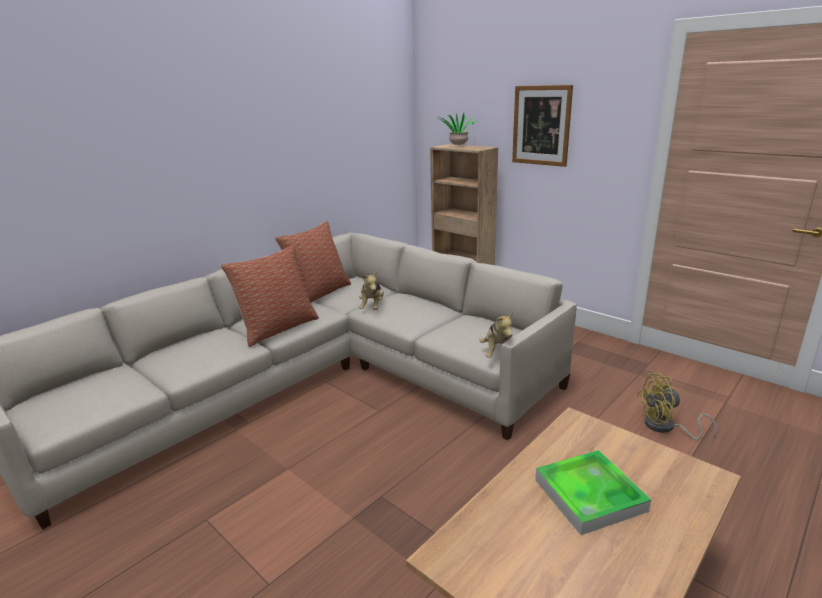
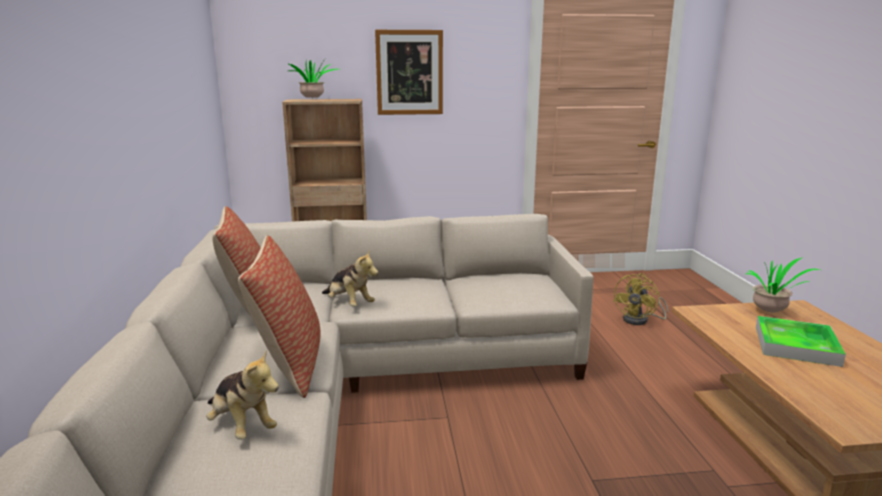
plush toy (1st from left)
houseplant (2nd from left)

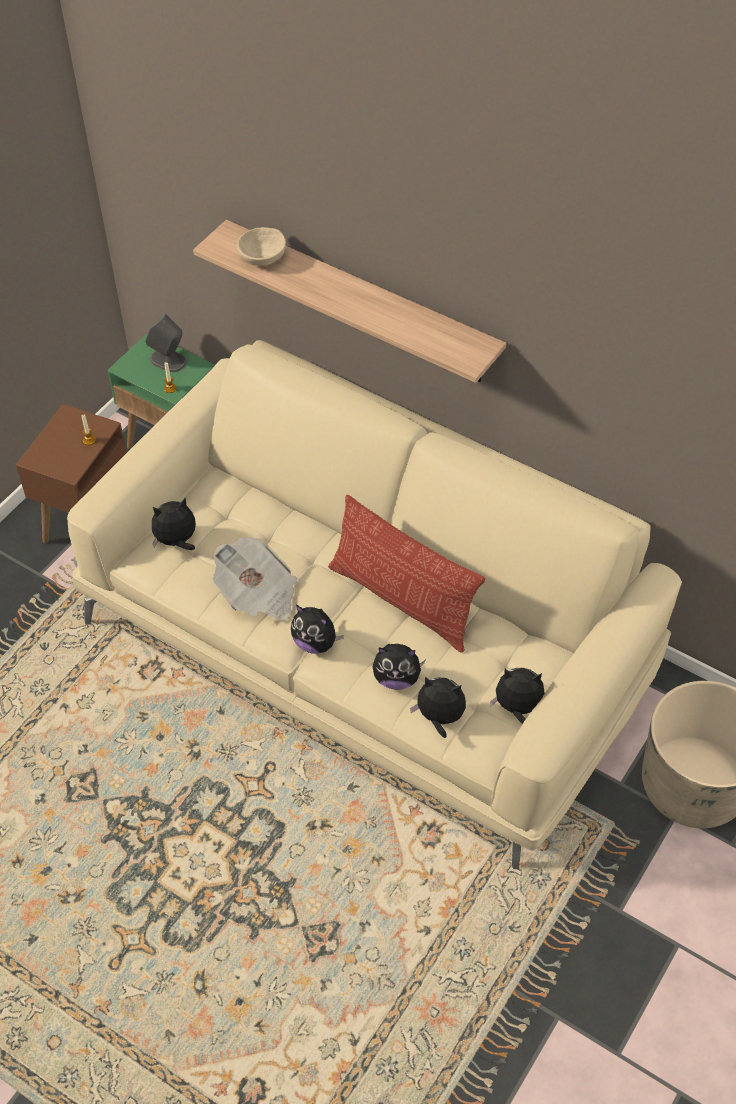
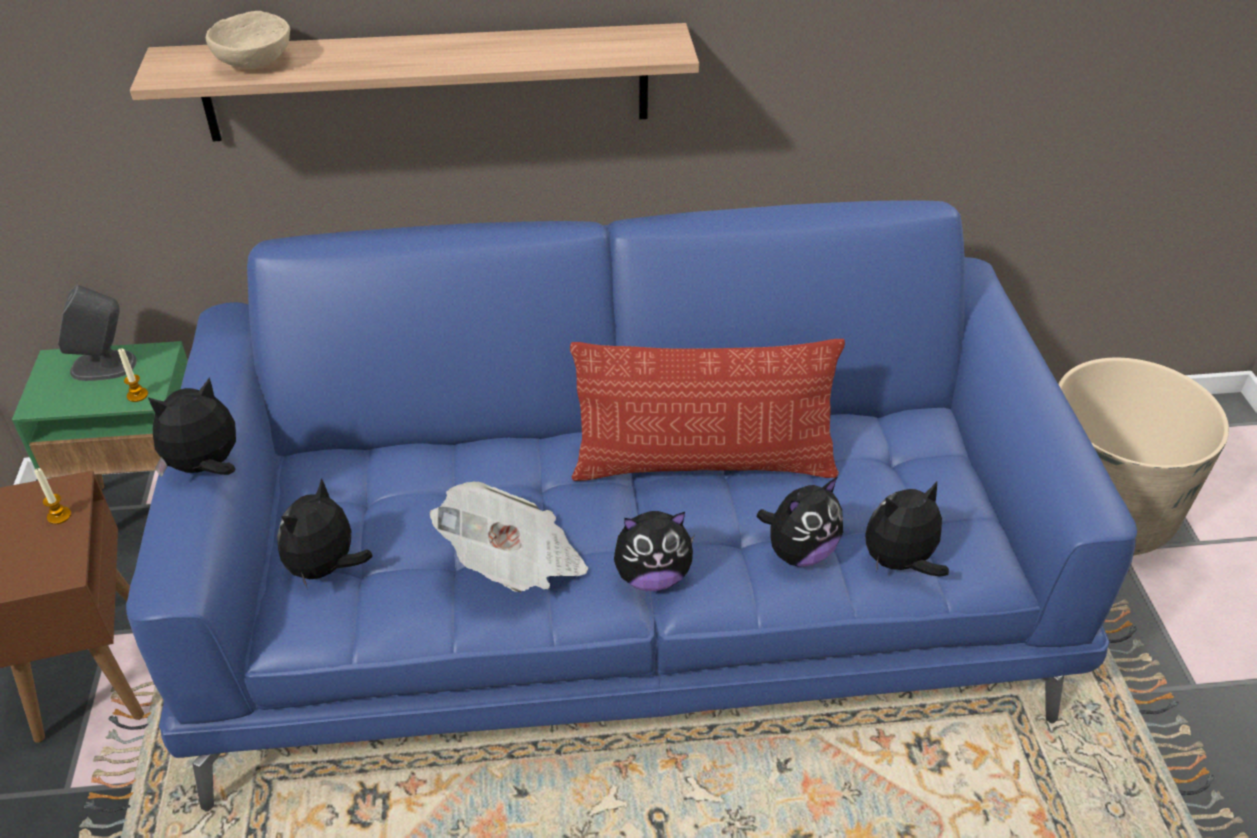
bluish settee
plush toy (1st from left)

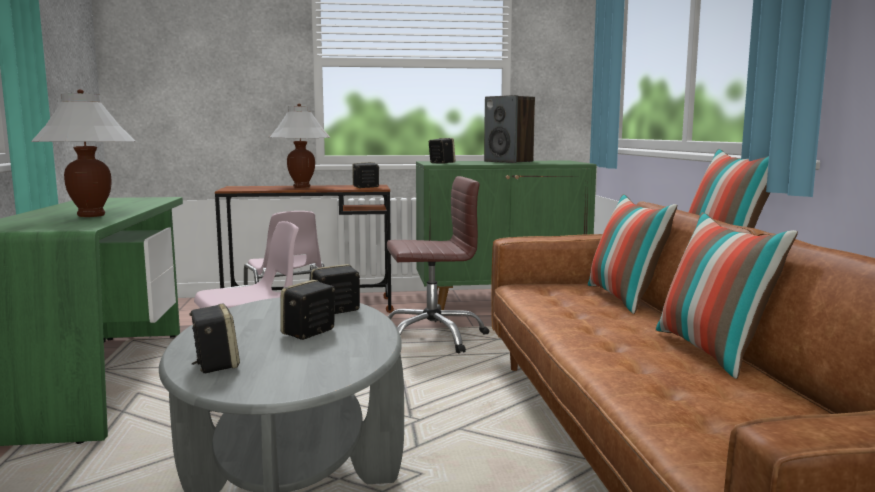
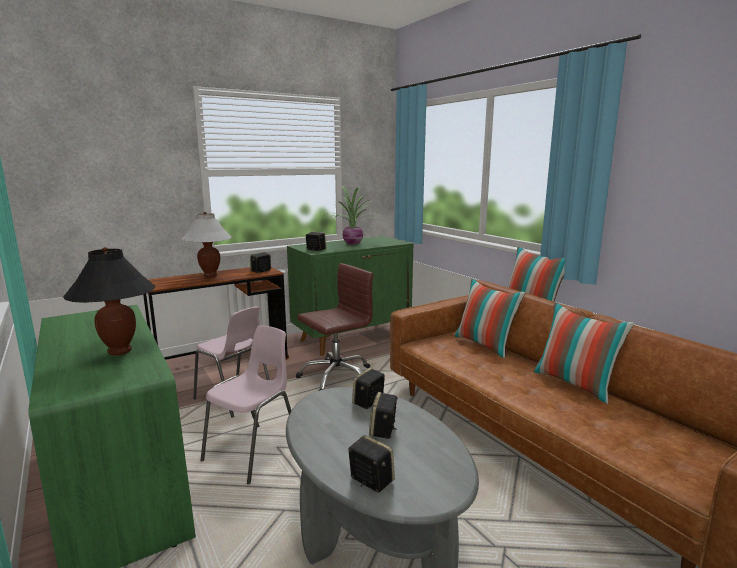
blackish lamp for a table
houseplant

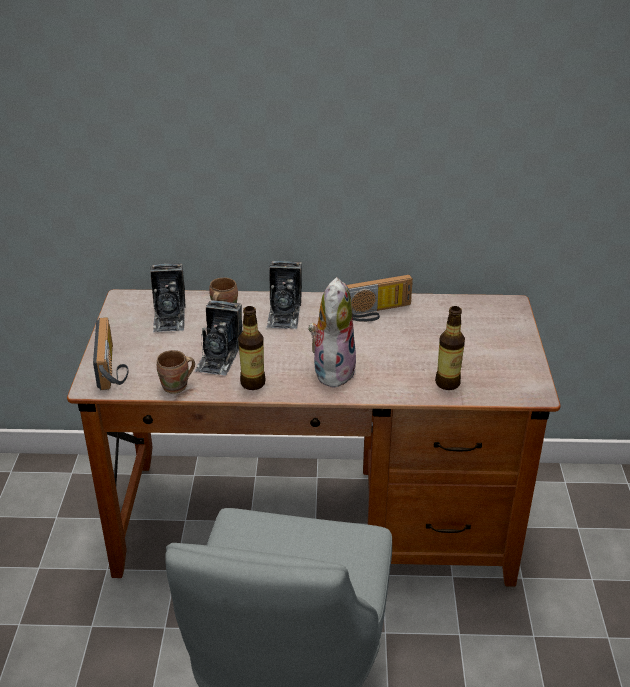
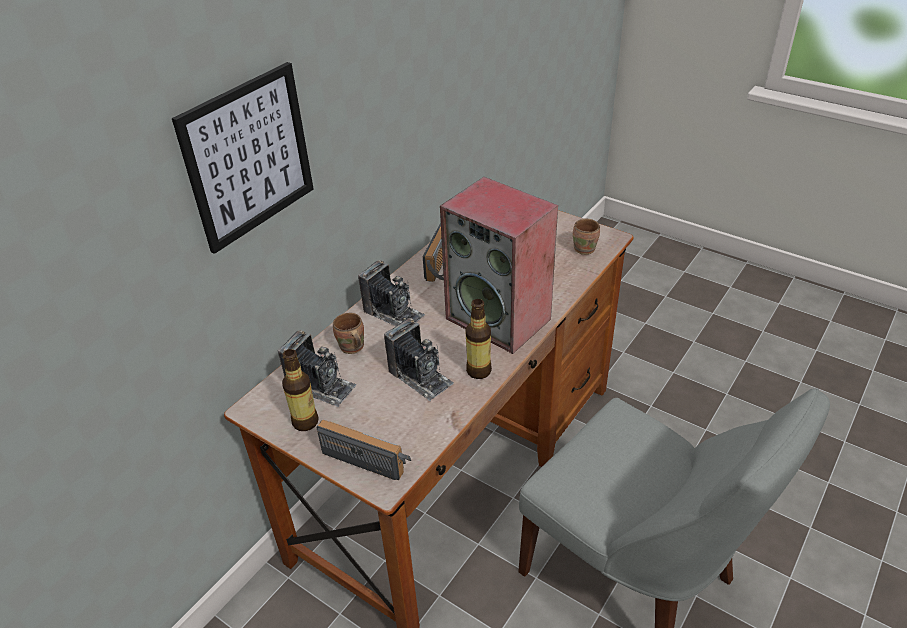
speaker
beverage bottle (1st from left)
brown tea mug (2nd from left)
wall art

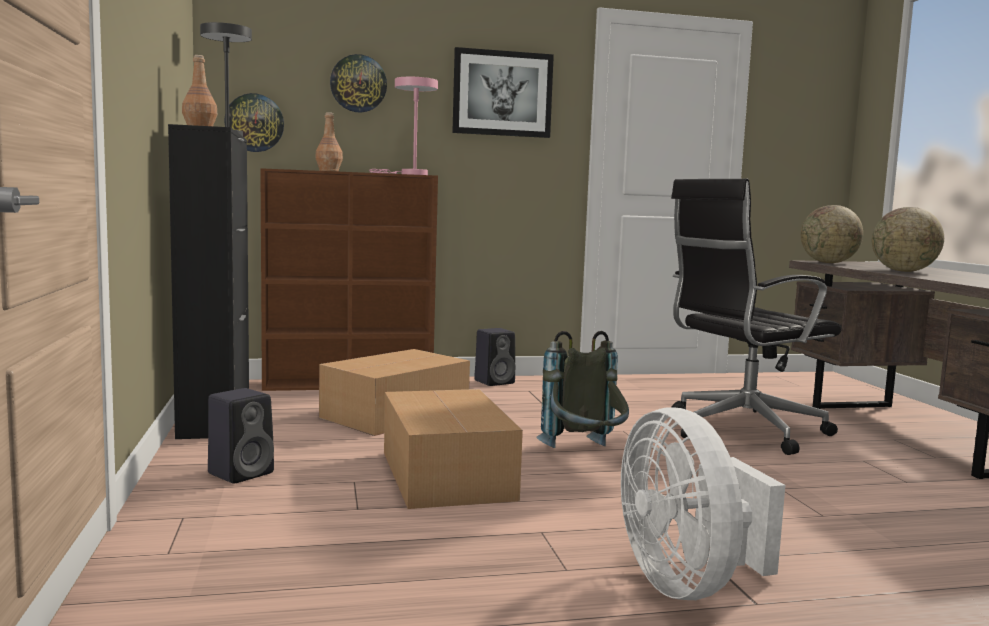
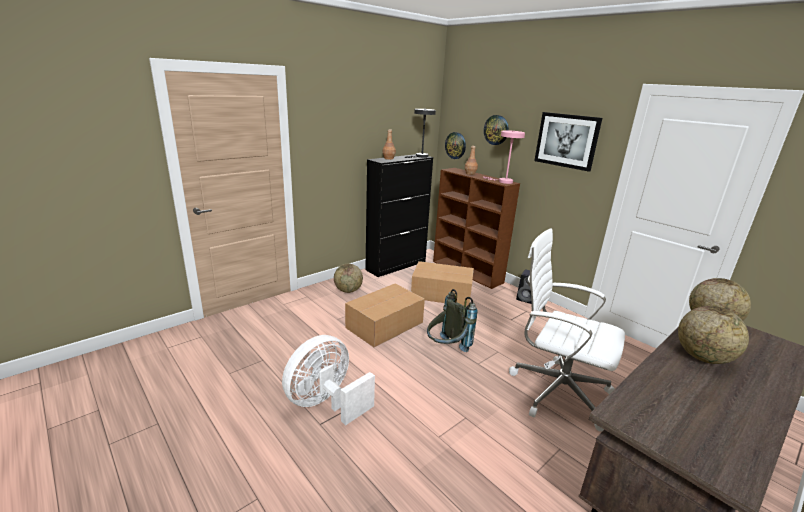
whitish desk chair
world globe (1st from left)

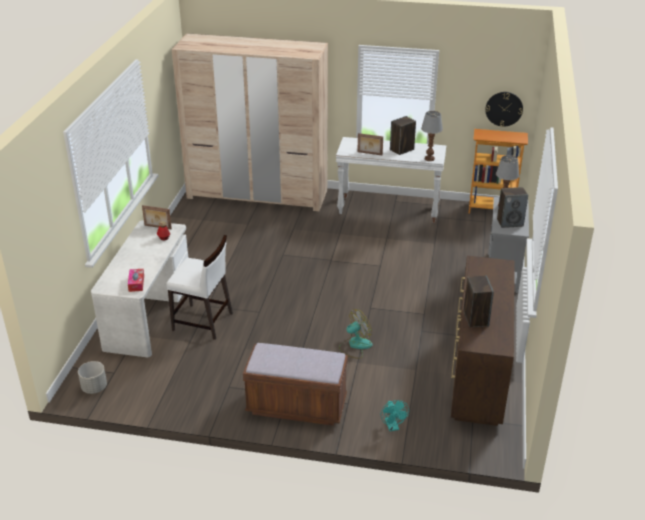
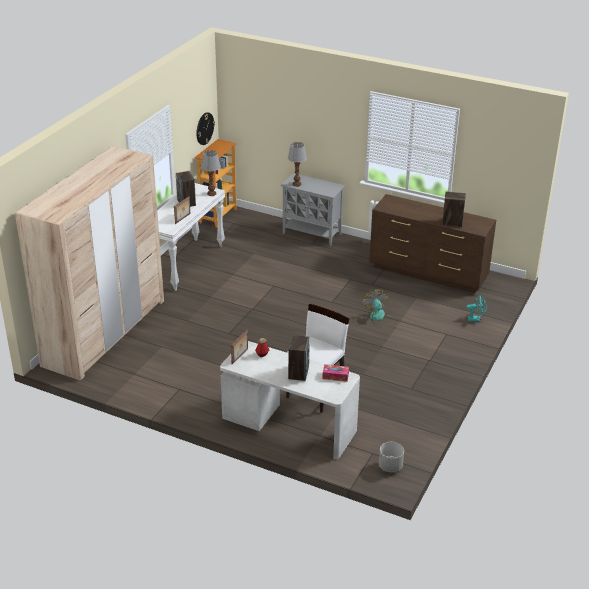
speaker (2nd from left)
brown long seat

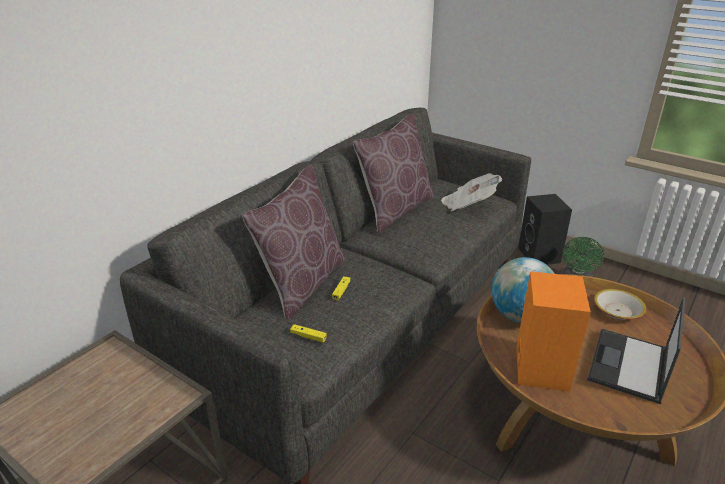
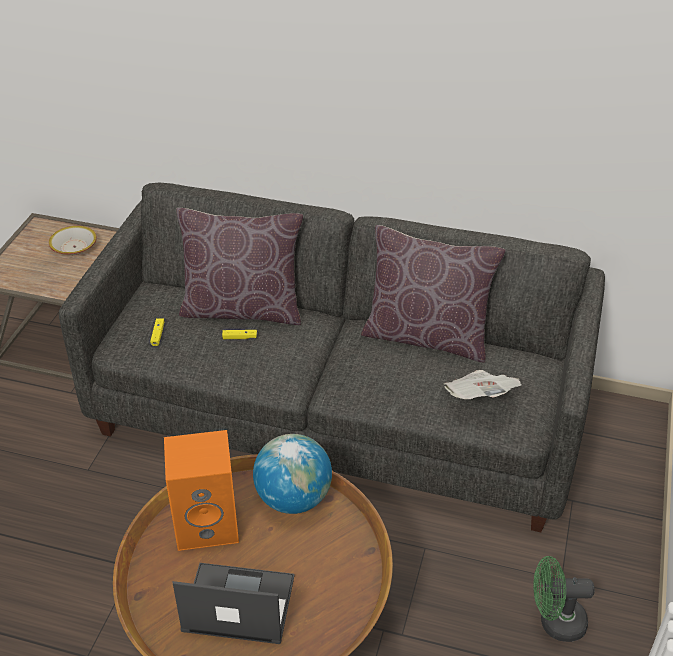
blackish speaker
deep dish

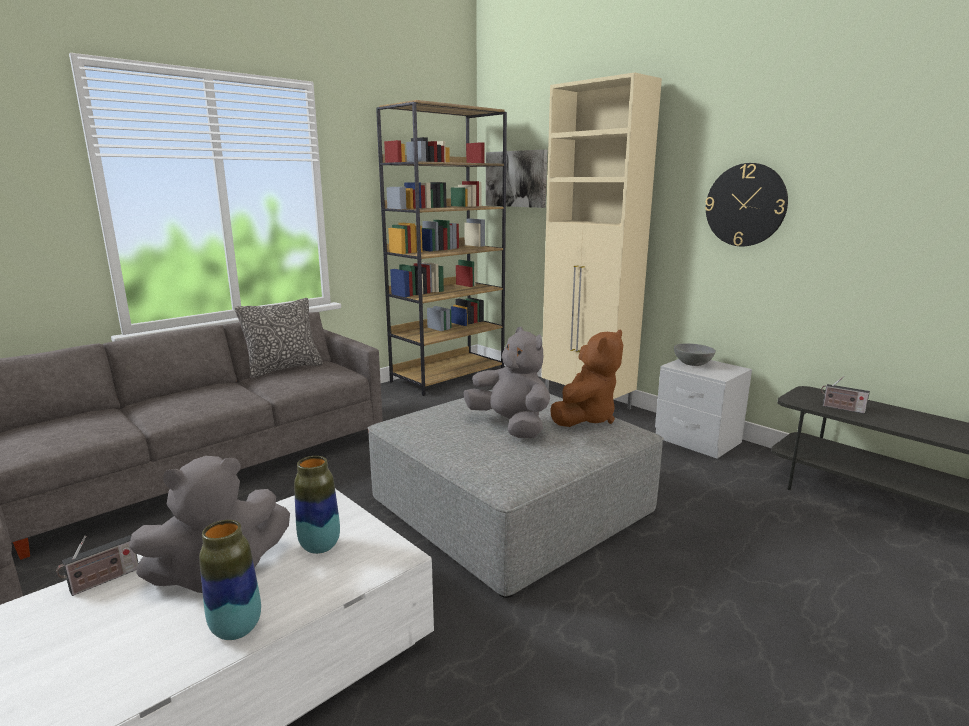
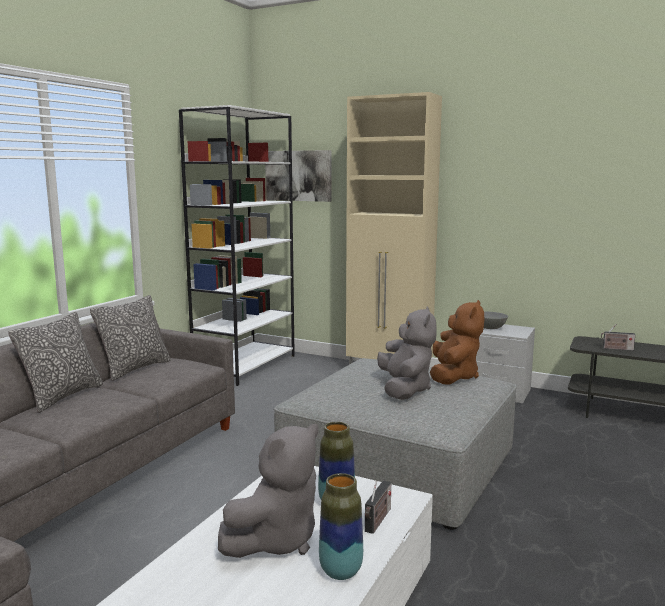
whitish bookcase
hanging clock
gray plush toy (2nd from left)
radio set (1st from left)
pillow (1st from left)

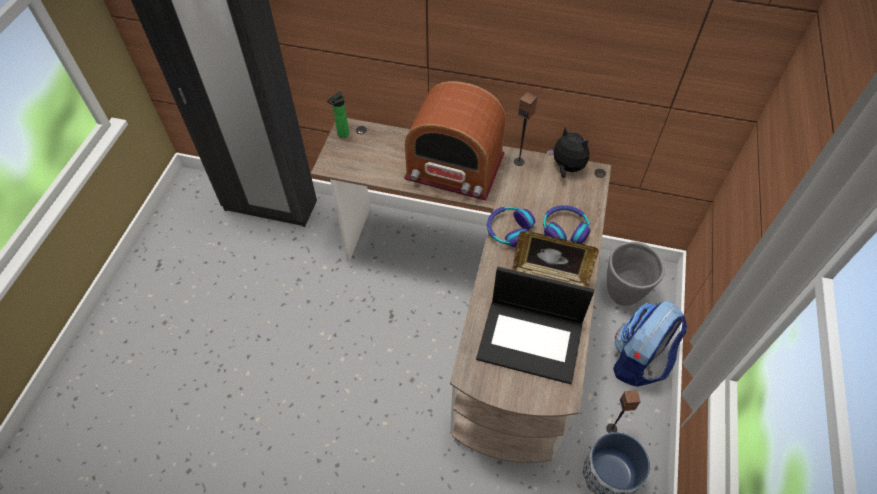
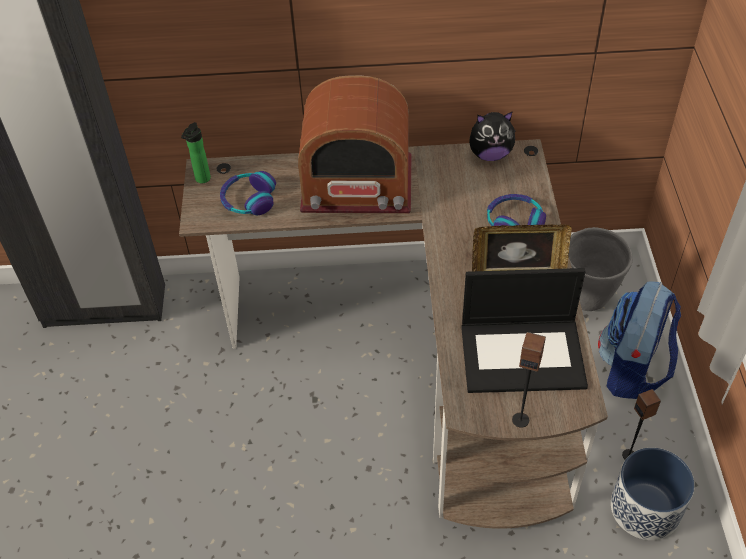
speaker (1st from left)
plush toy
pair of headphones (1st from left)

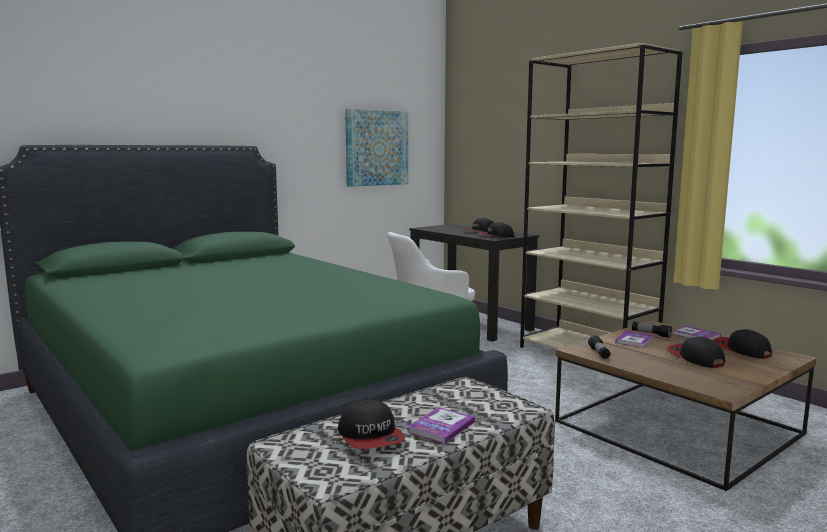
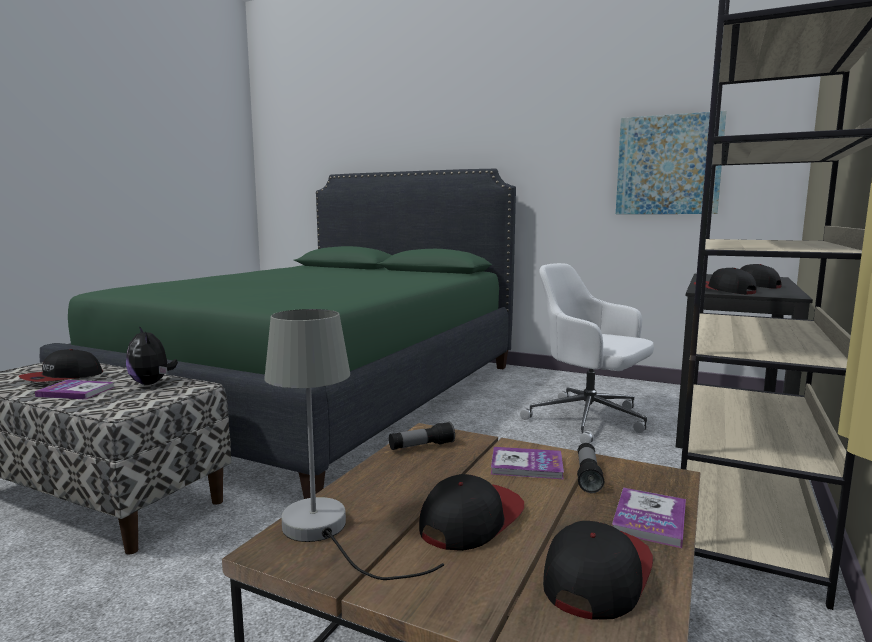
gray lamp for a table
plush toy

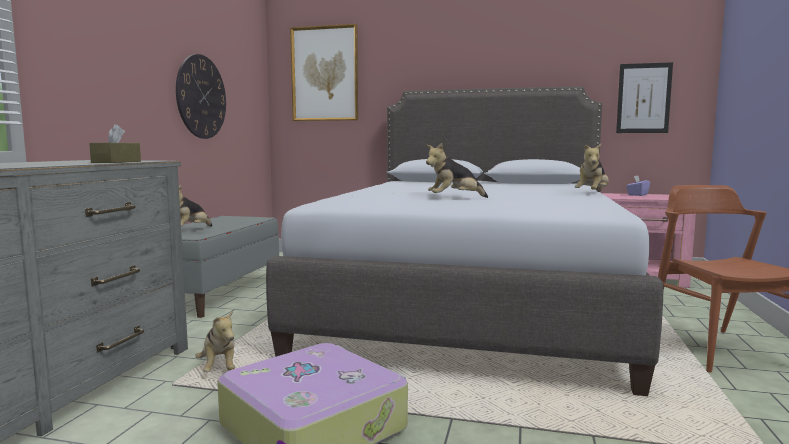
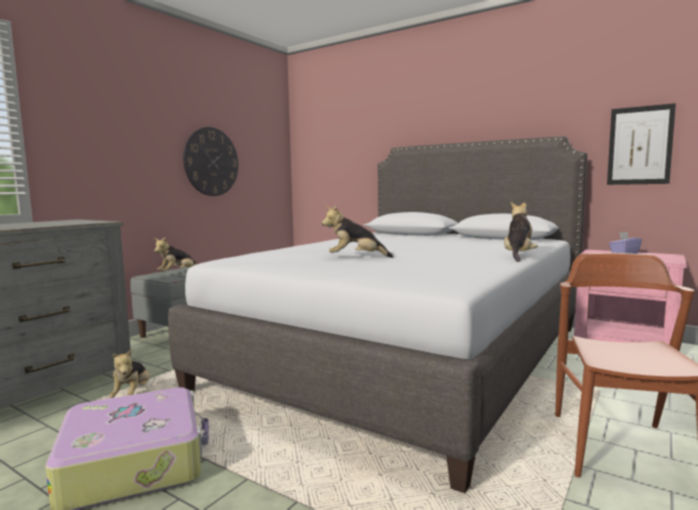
wall art (1st from left in the first image)
brown tissue holder
plush toy (4th from left)

